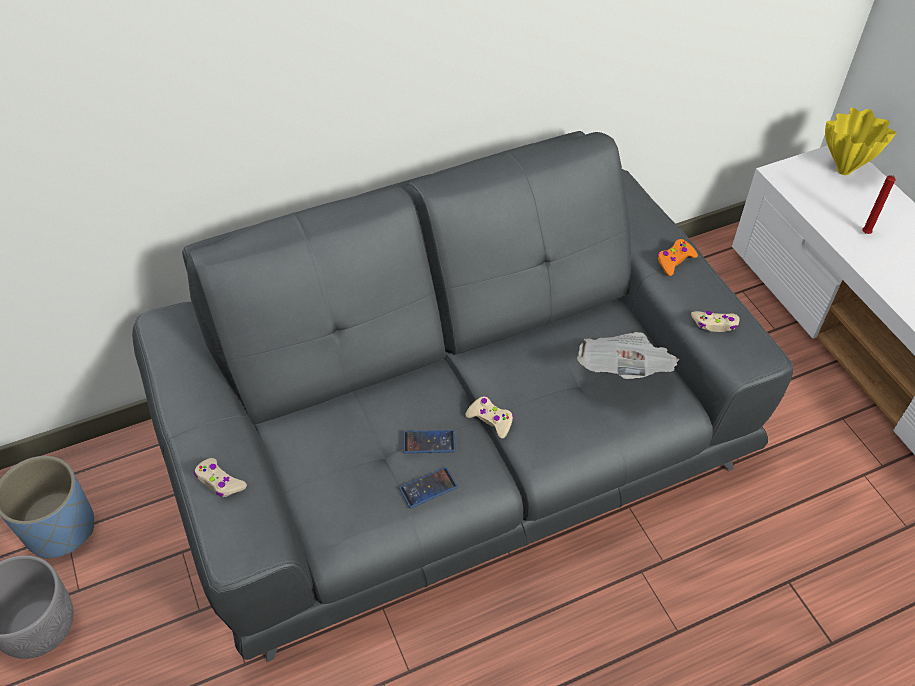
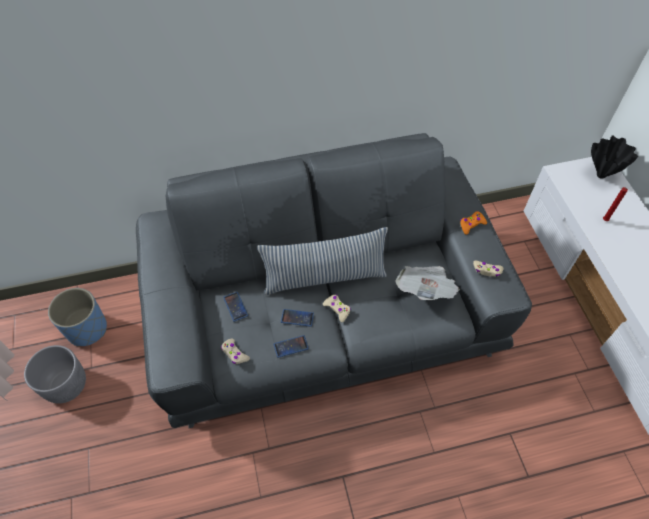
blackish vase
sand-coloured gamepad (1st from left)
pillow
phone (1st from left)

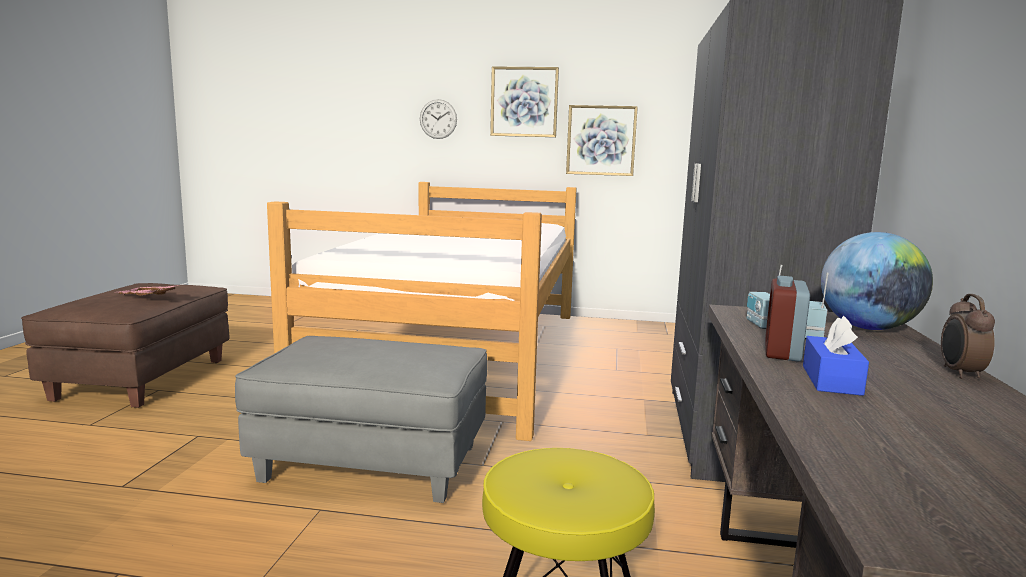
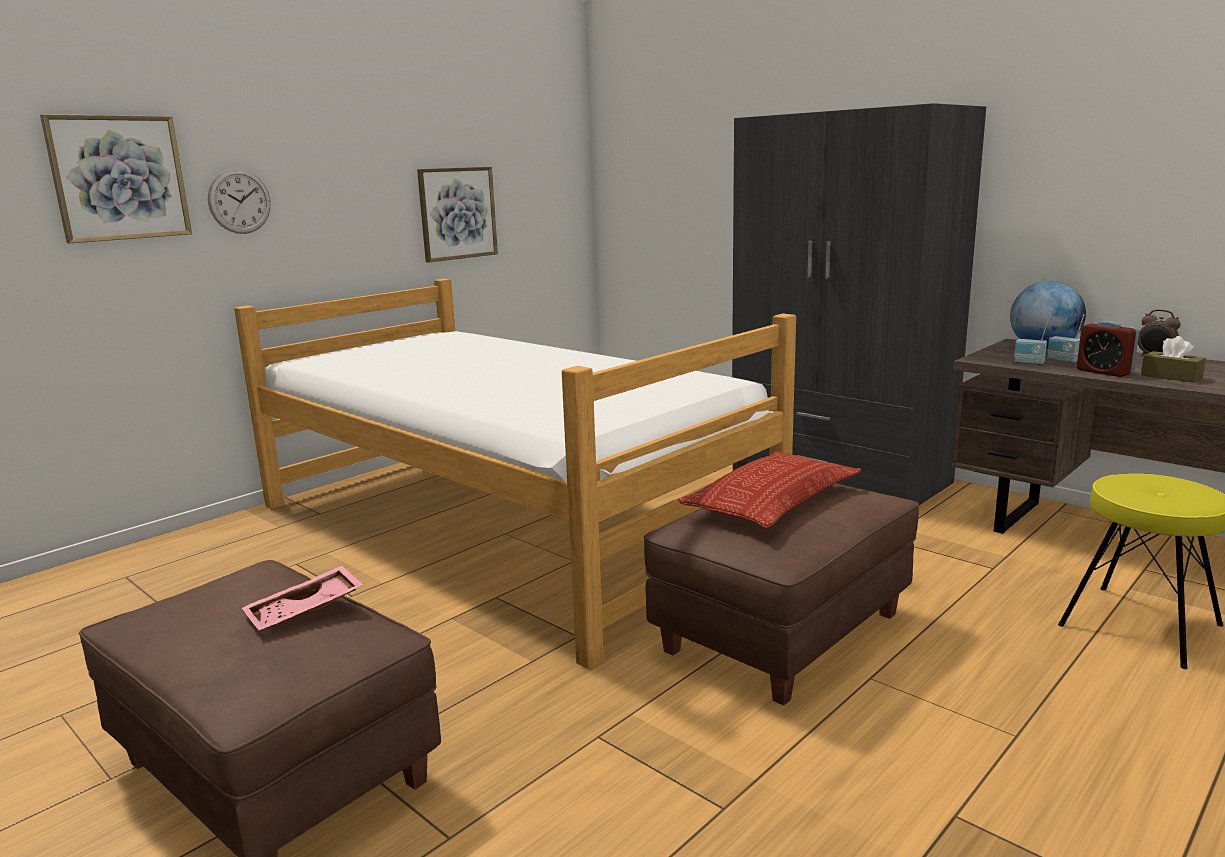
wall art (1st from left)
brown tissue holder
brown pouffe (2nd from left)
pillow

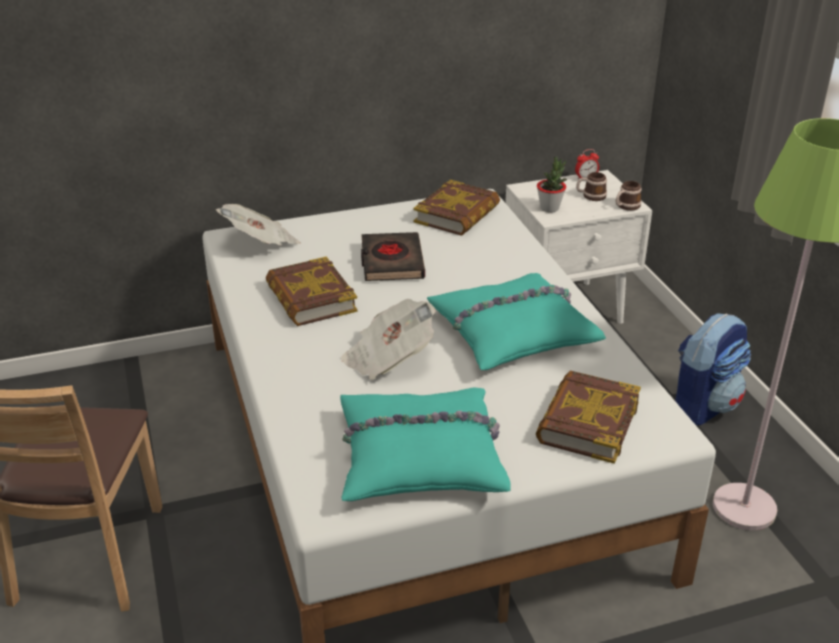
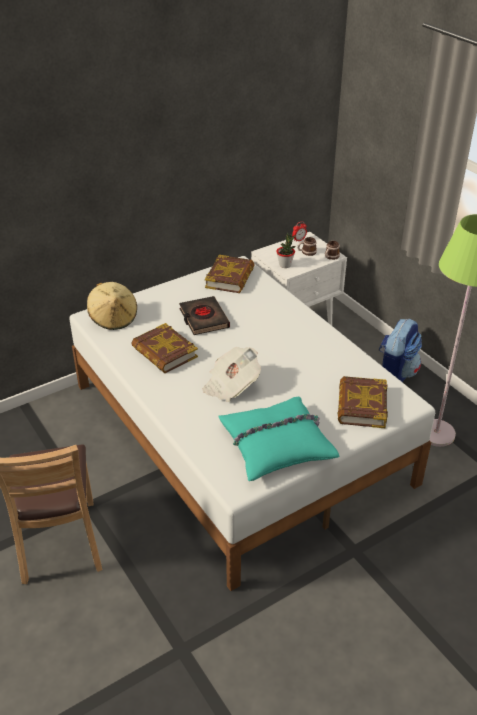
sand-coloured hat
turquoise-coloured pillow (2nd from left in the first image)

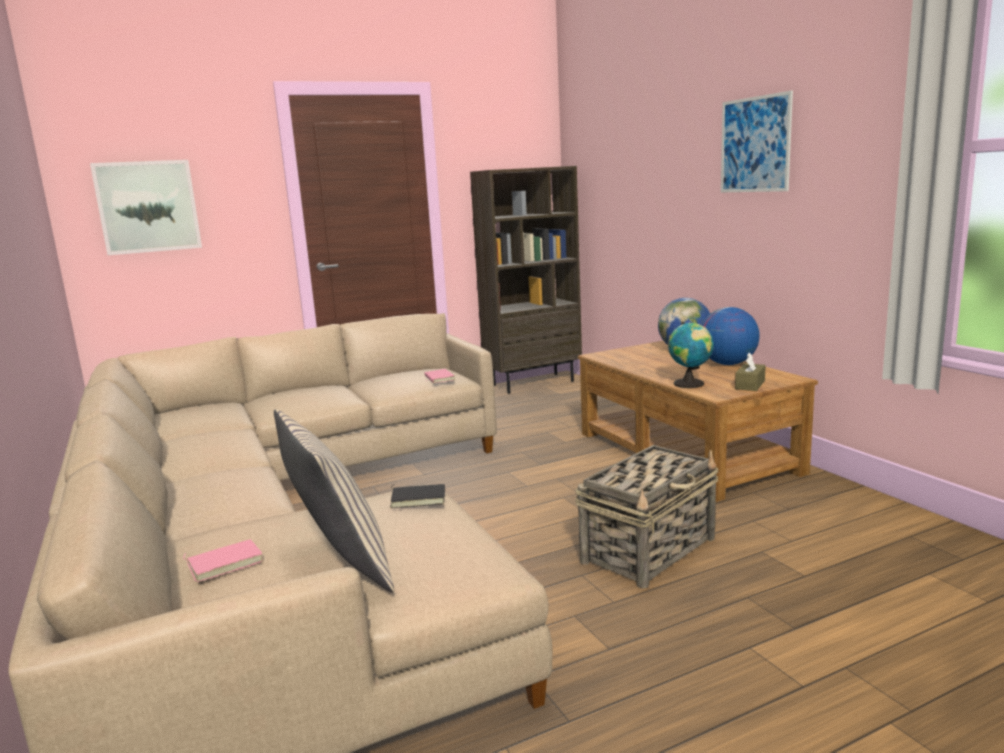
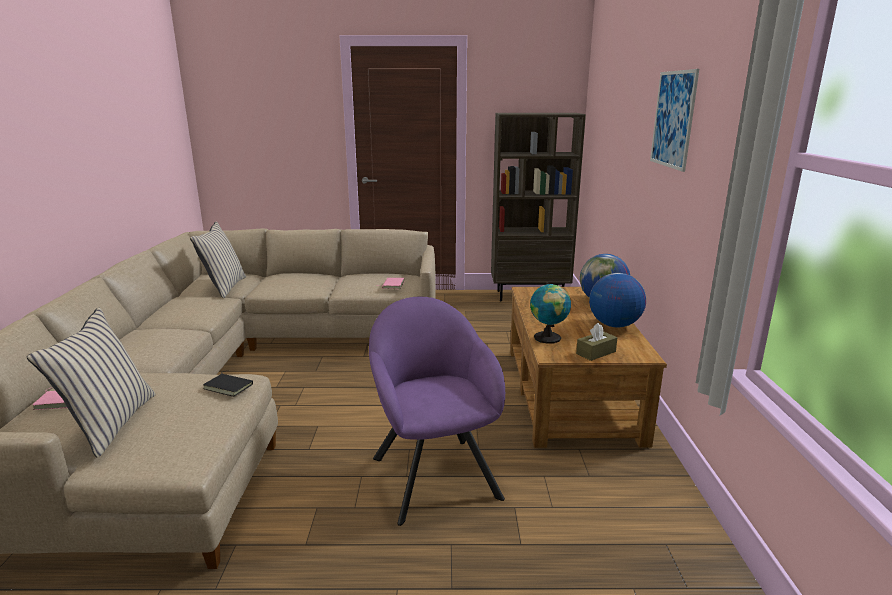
wall art (1st from left in the first image)
purple-coloured armchair
sand-coloured pillow (2nd from left)

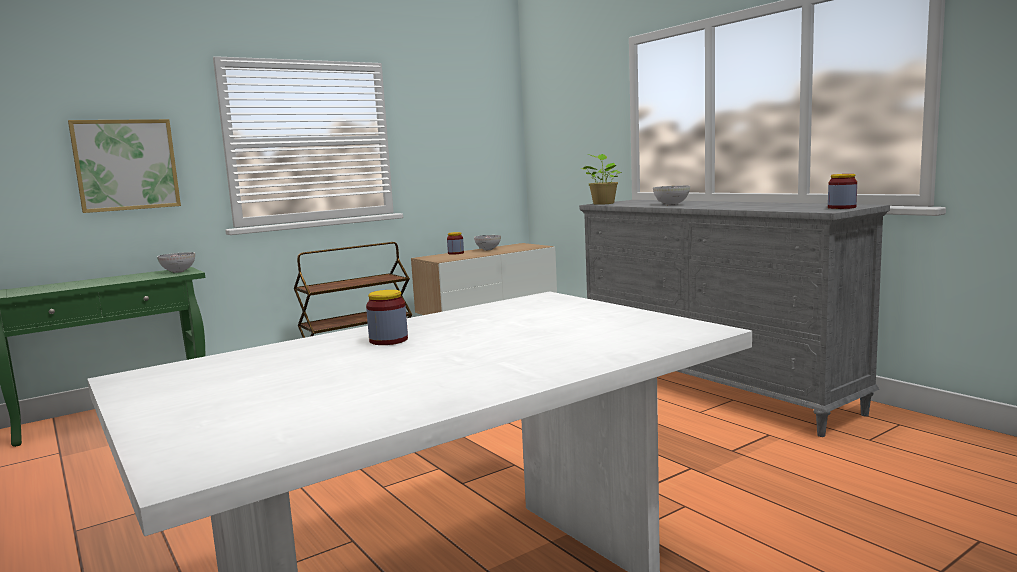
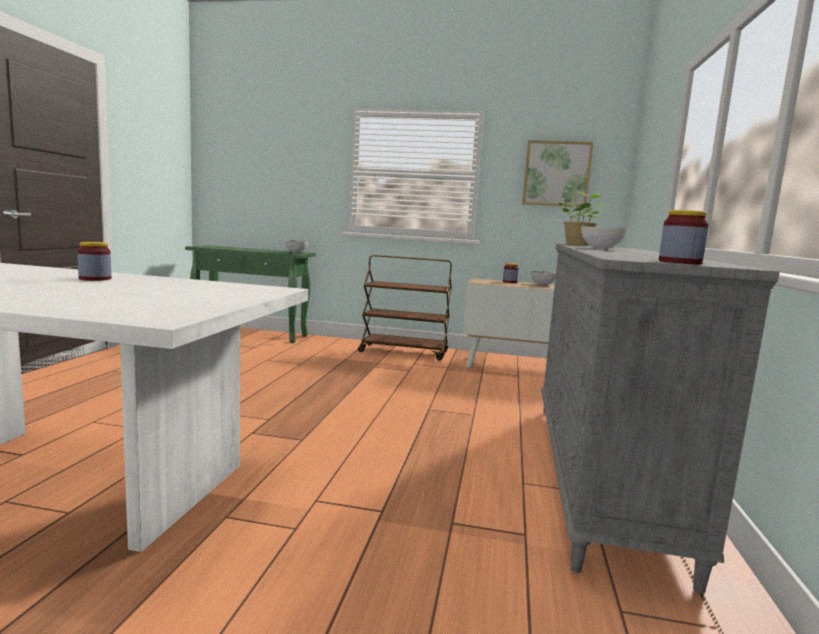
wall art

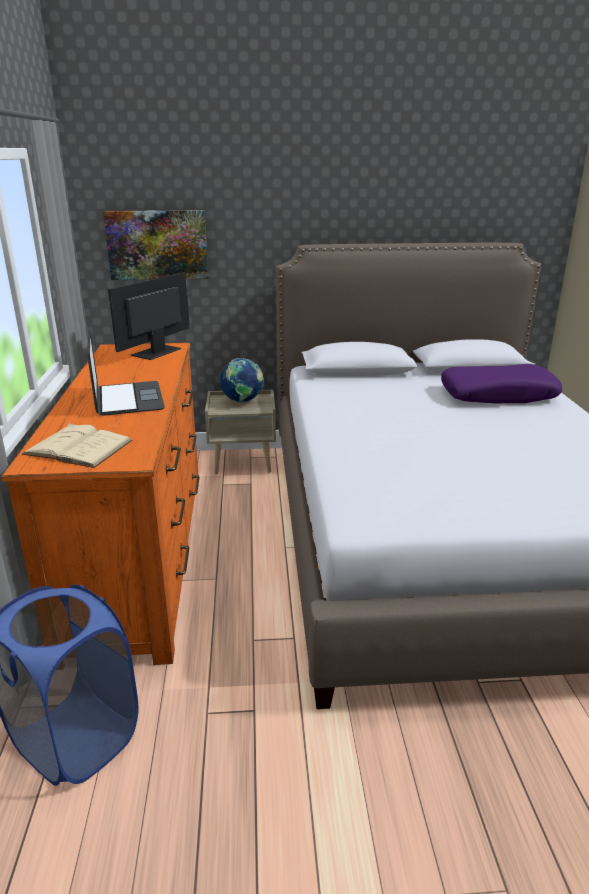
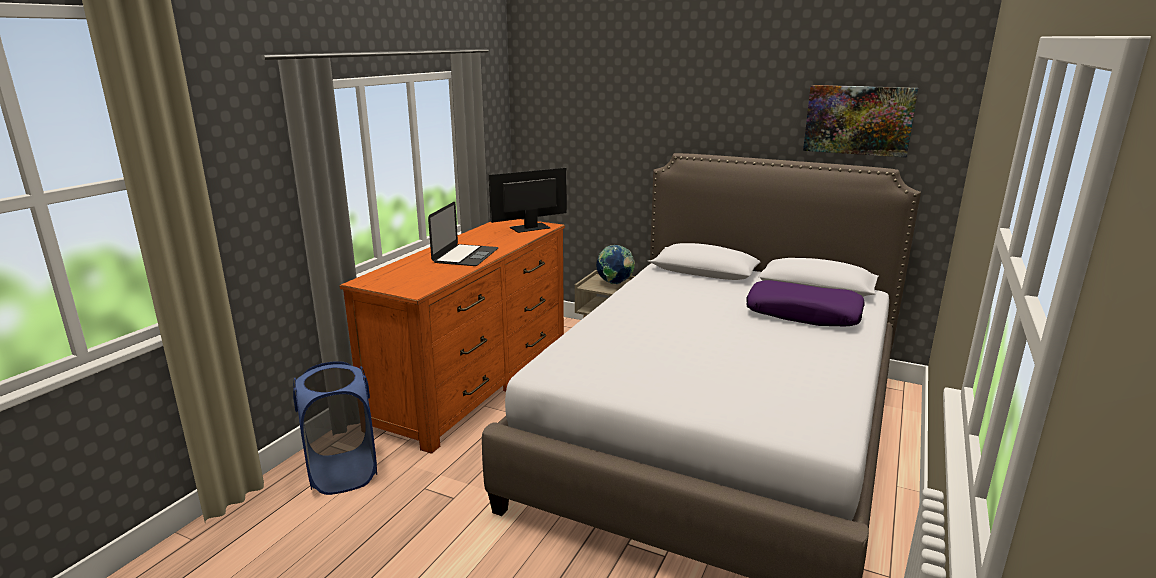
wall art
sand-coloured volume

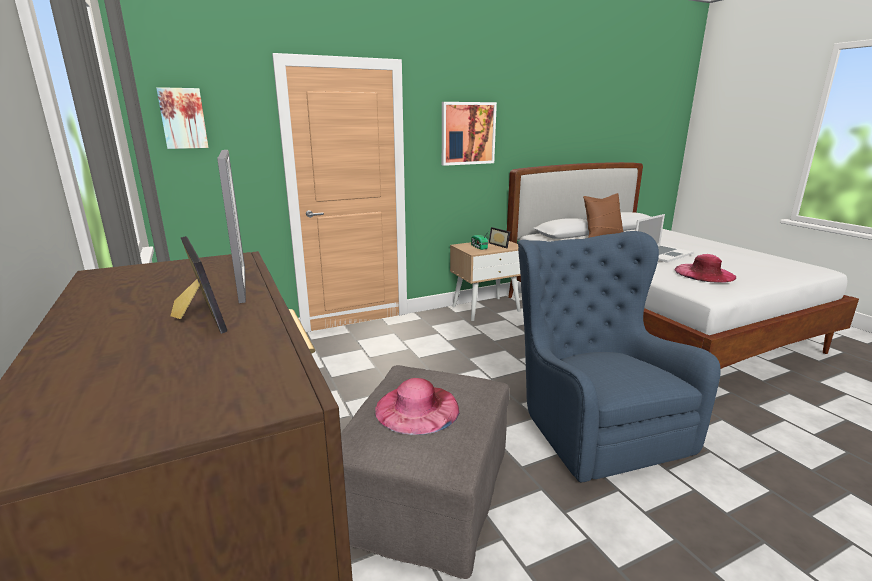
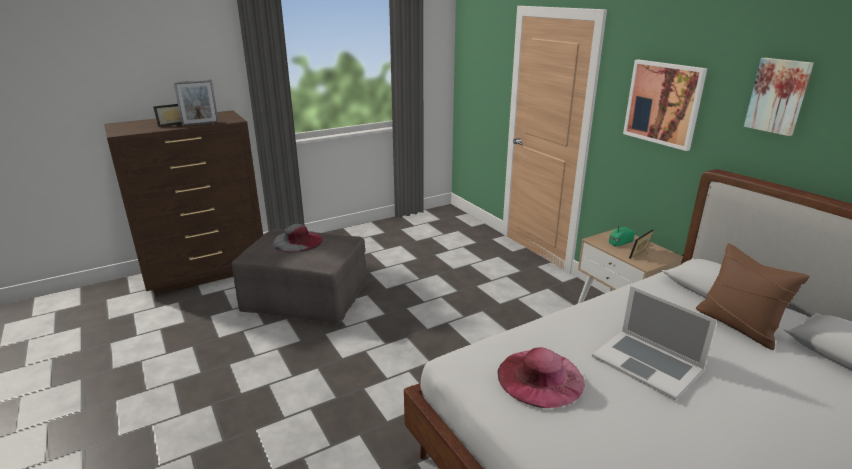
wall art (2nd from left)
bluish armchair
gray hat

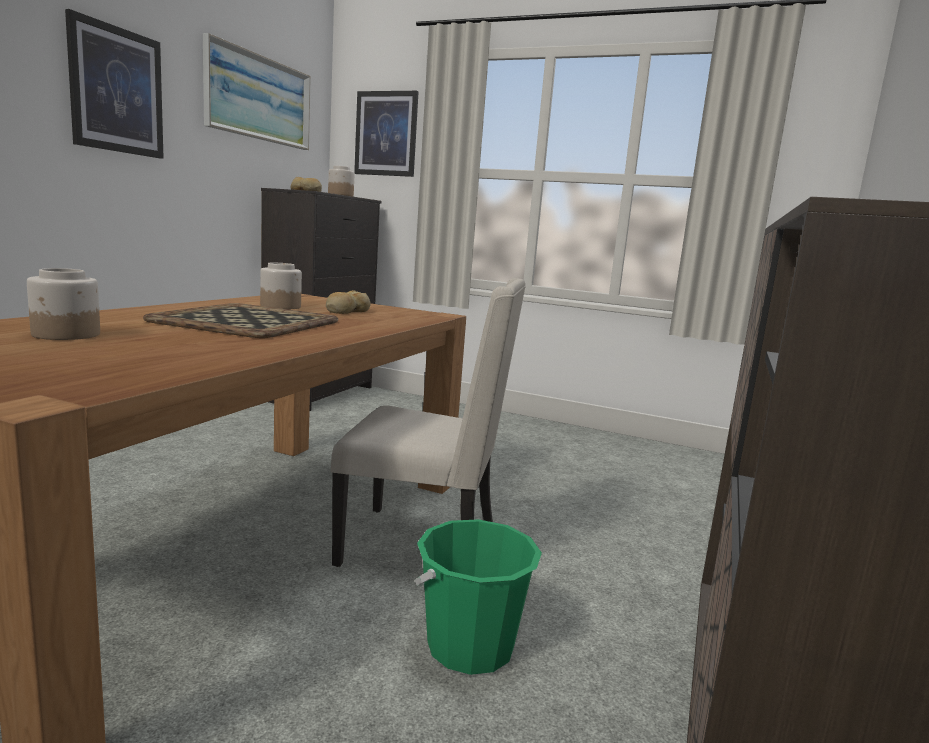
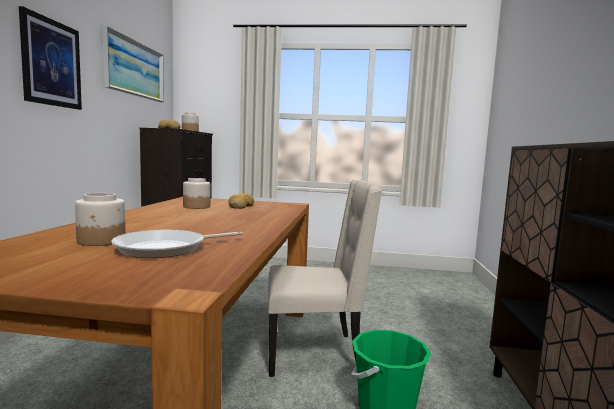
wall art (3rd from left in the first image)
serving tray
frying pan

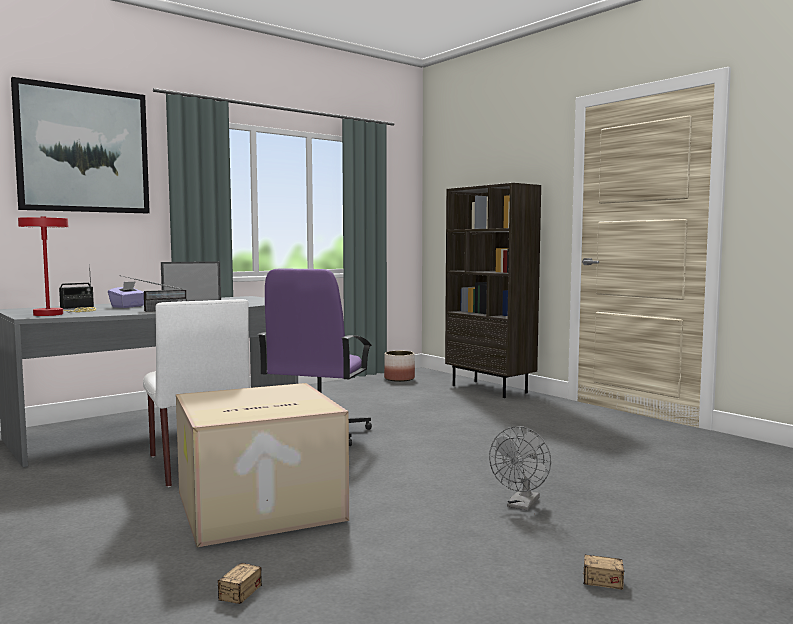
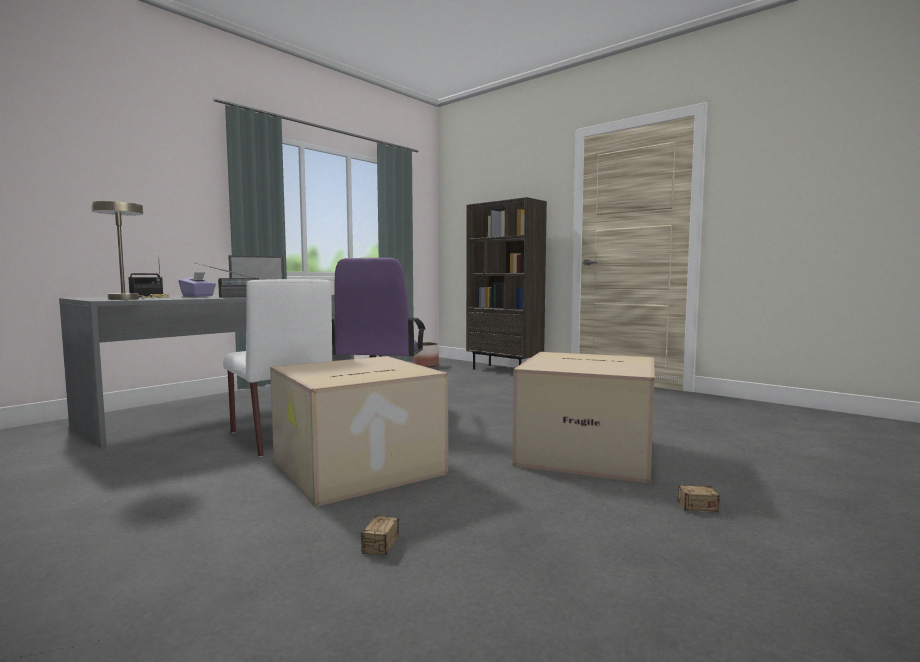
wall art
sand-coloured lamp for a table
packing box (2nd from left)

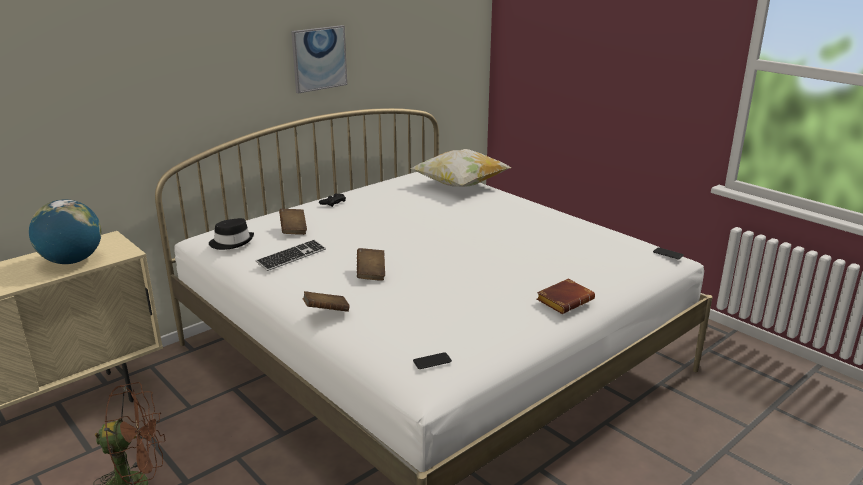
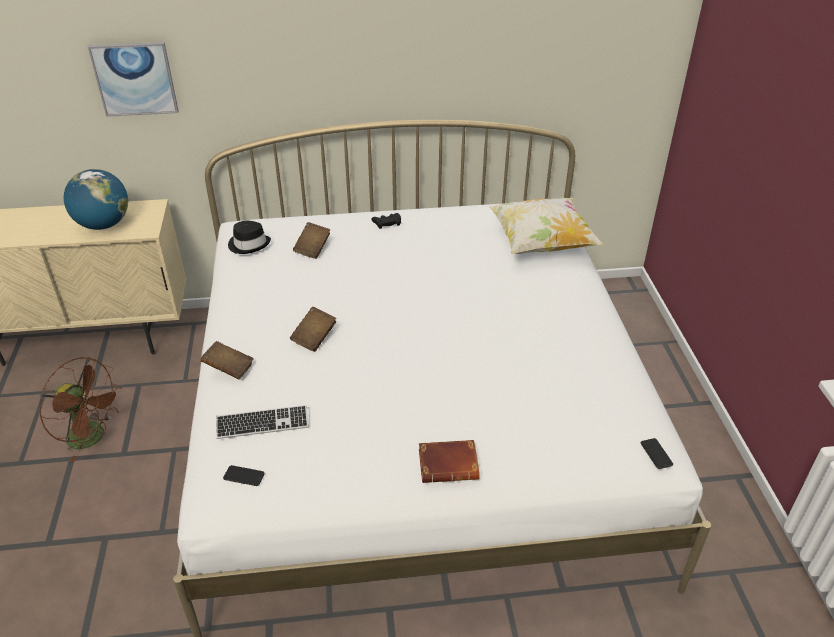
wall art
computer keyboard

